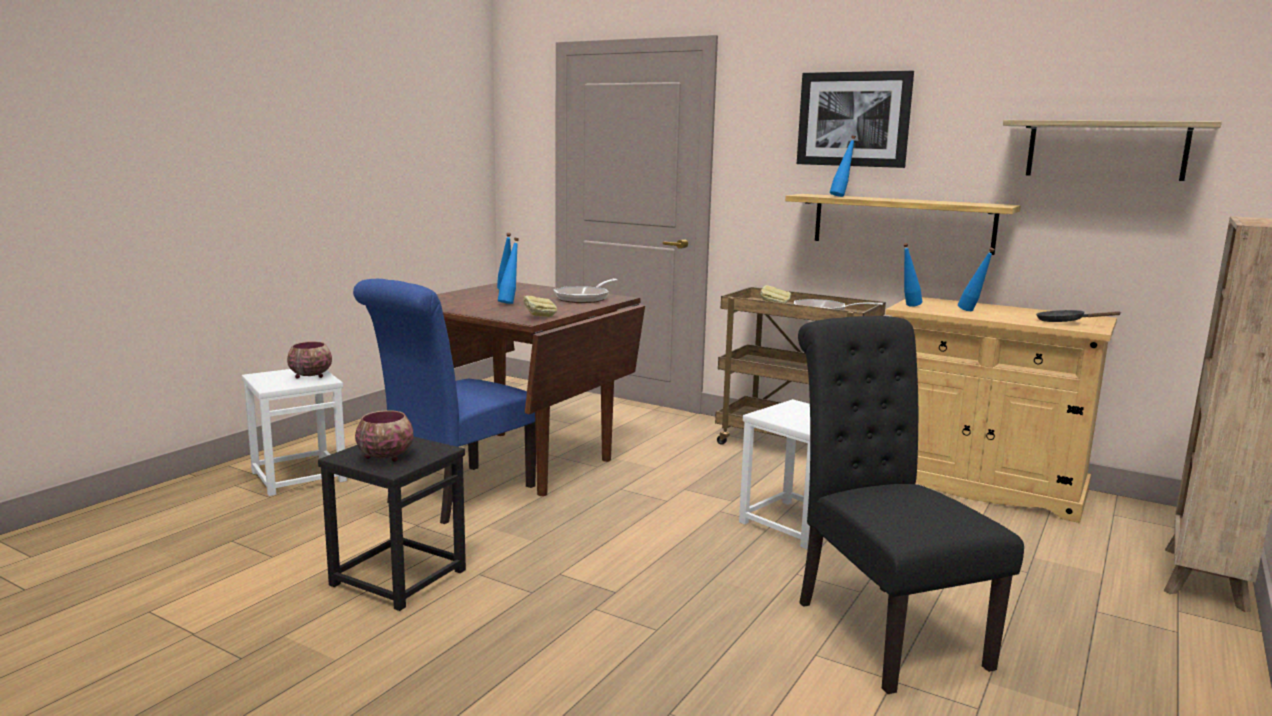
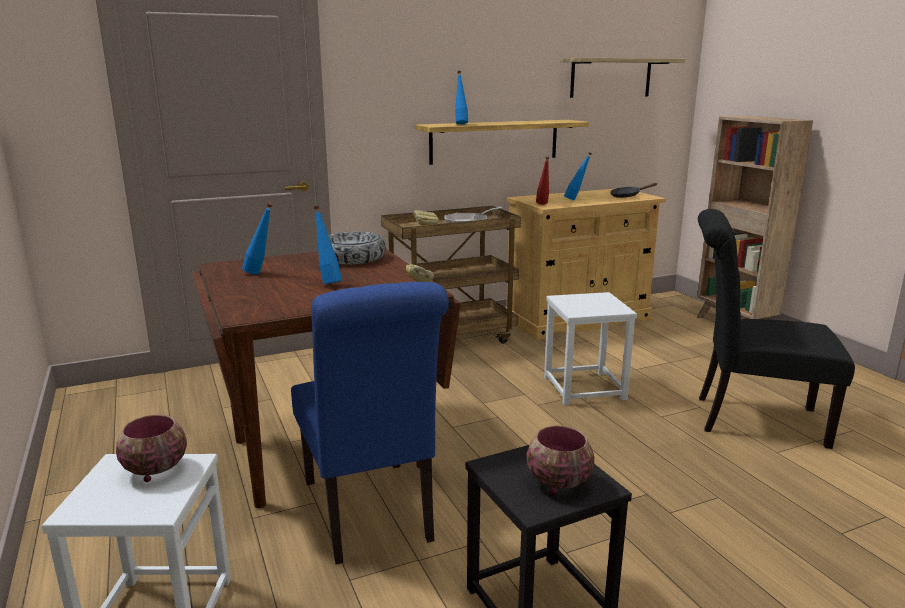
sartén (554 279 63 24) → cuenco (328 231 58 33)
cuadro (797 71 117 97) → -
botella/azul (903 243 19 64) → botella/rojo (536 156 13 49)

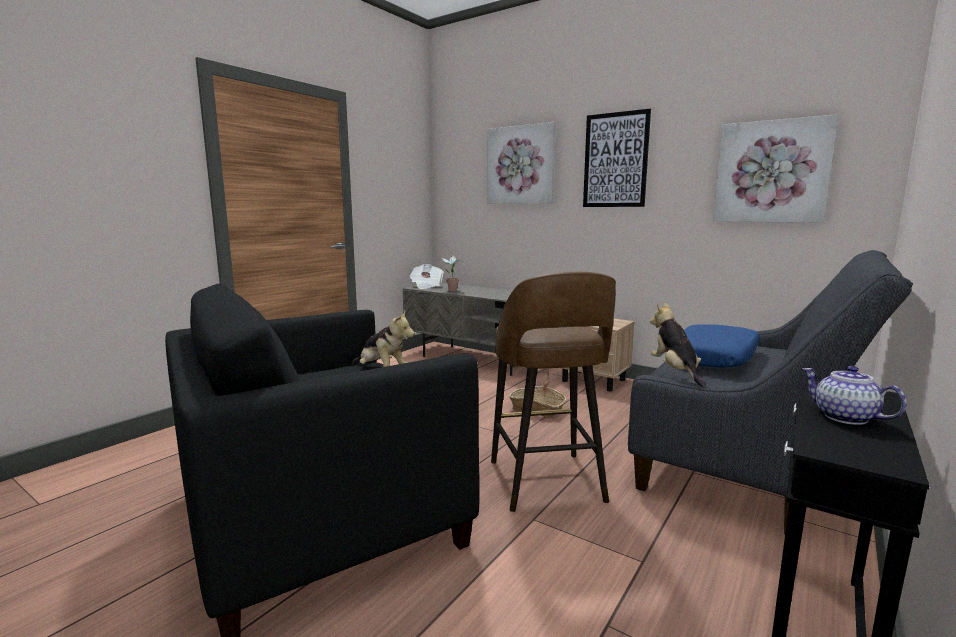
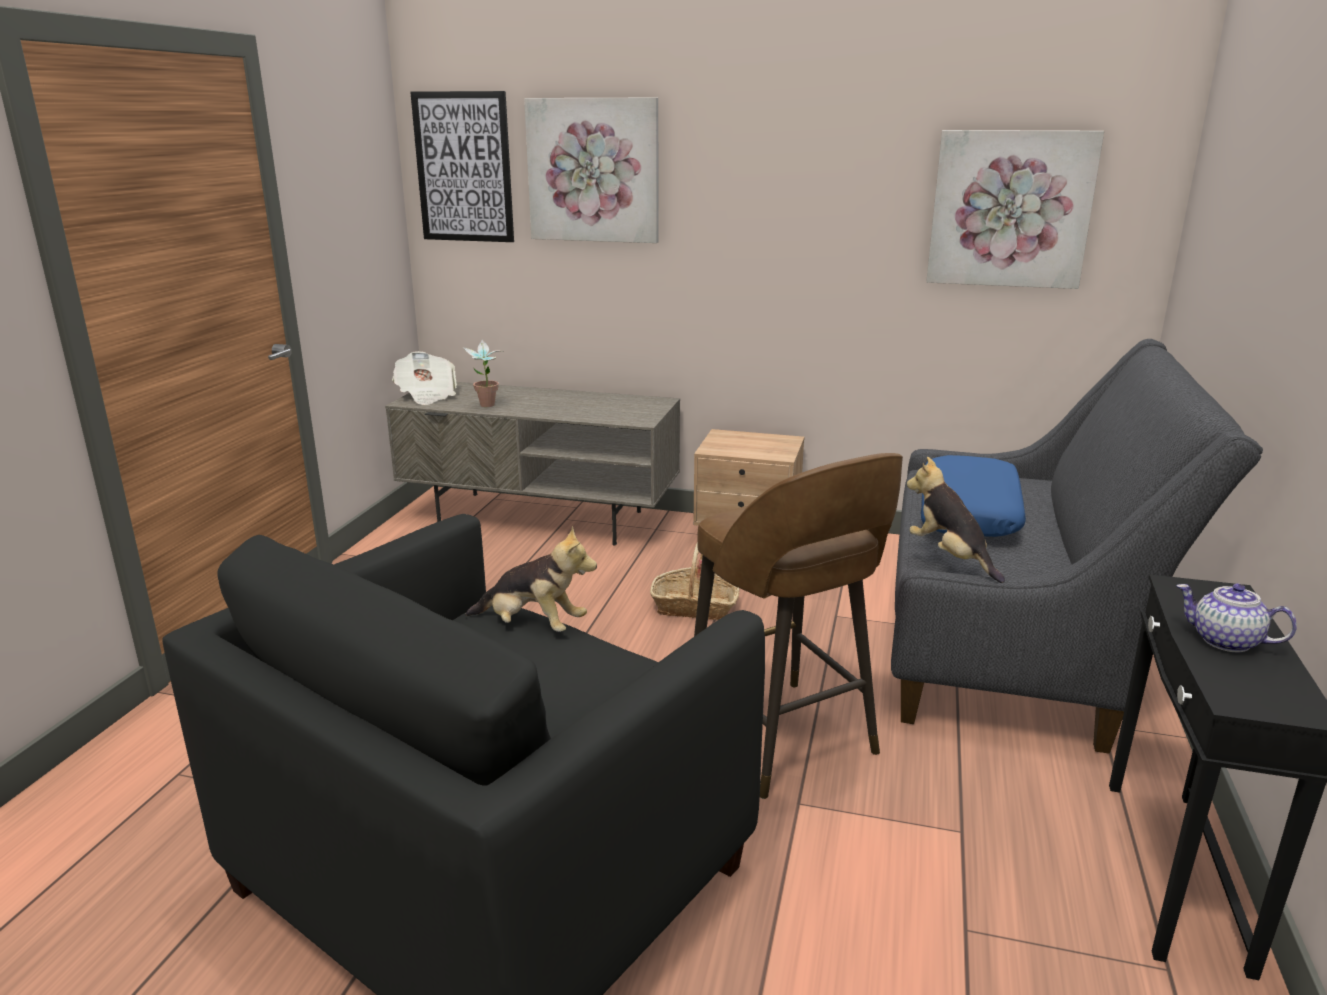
cuadro (583 109 68 98) → cuadro (410 91 104 151), relocated

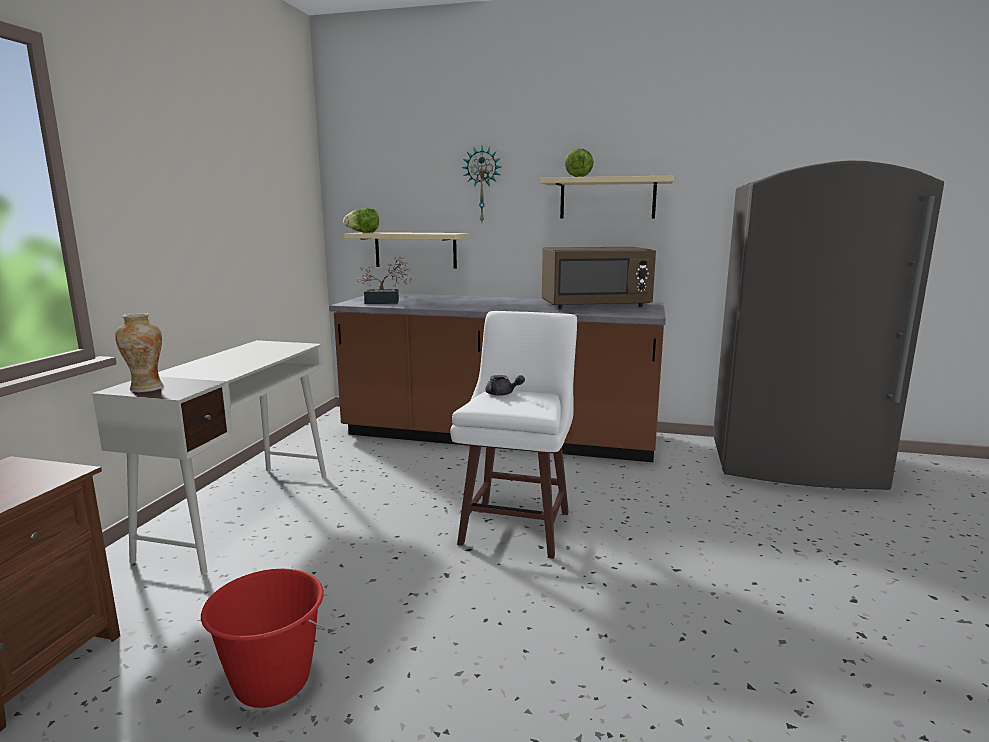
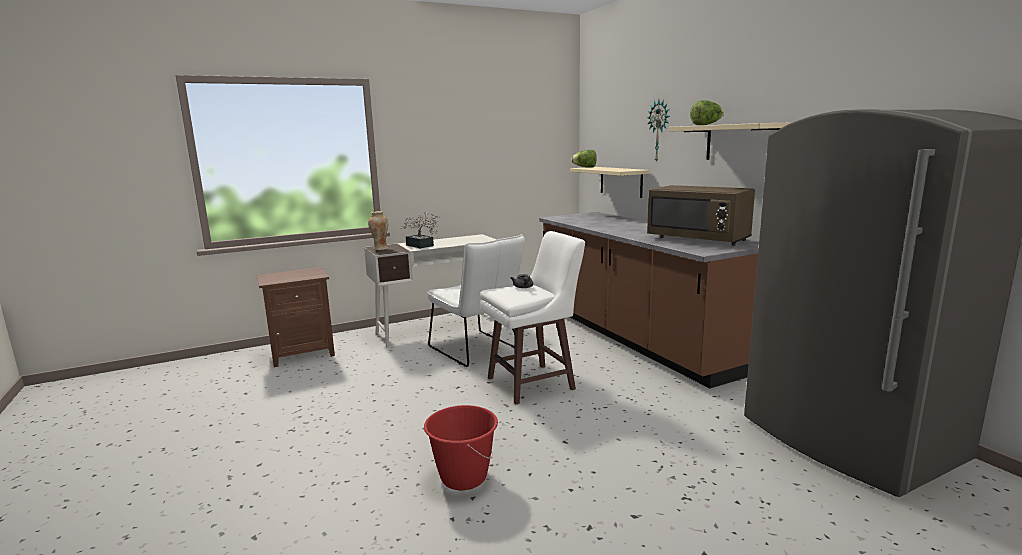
cubo/rojo (201 569 124 139) → cubo/rojo (424 405 74 85), relocated
planta en maceta (355 256 57 48) → planta en maceta (400 212 40 36), relocated
- → silla/blanco (427 234 98 133)

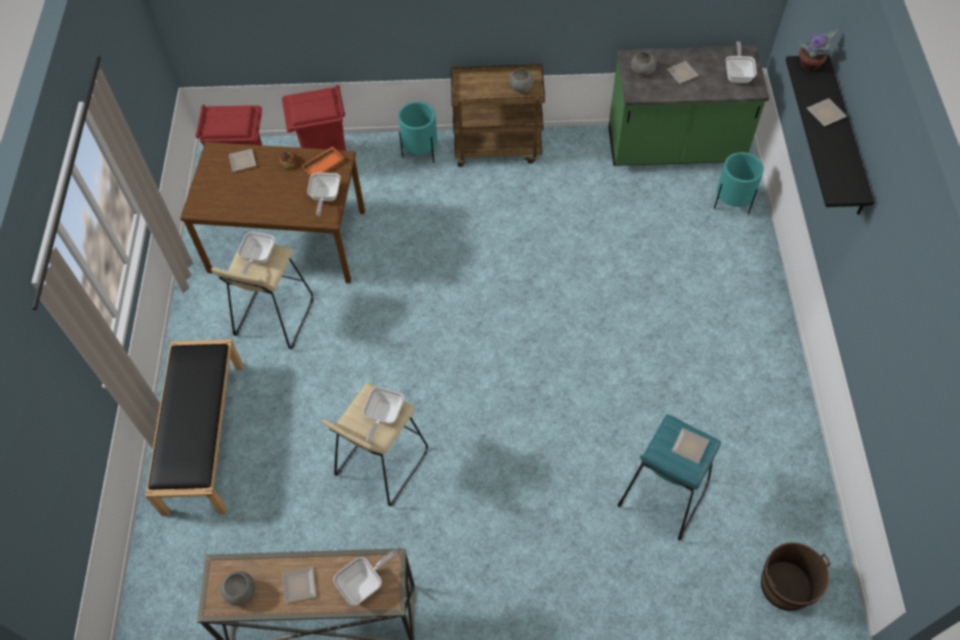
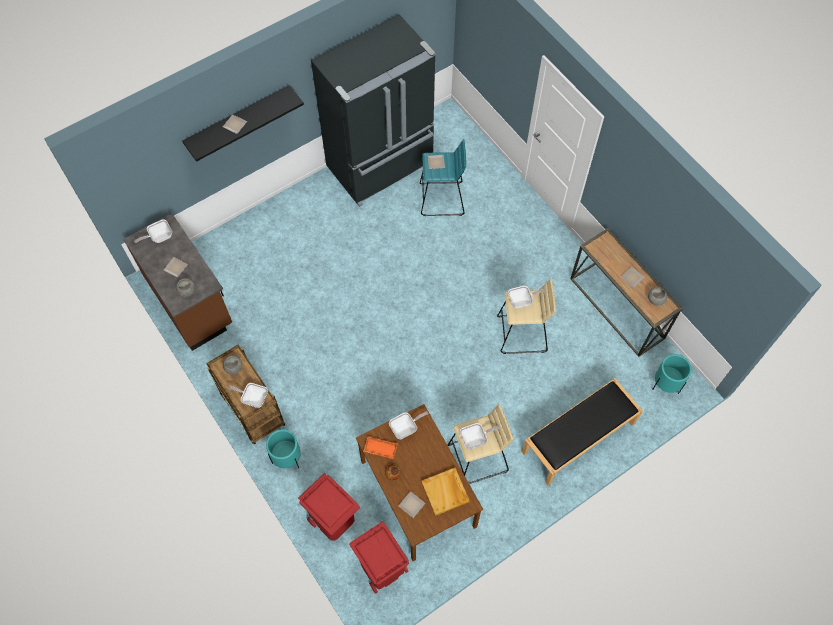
sartén (333 550 65 55) → sartén (228 383 40 25), relocated
mueble bajo de cocina/verde (608 45 161 121) → mueble bajo de cocina/marrón (123 213 109 138)
maceta/turquesa (714 152 50 63) → maceta/turquesa (652 354 40 40), relocated
cubo/marrón (761 542 70 69) → -
planta en maceta (798 26 40 45) → -
- → nevera/negro (311 14 125 193)
- → bandeja/beis (421 468 49 48)

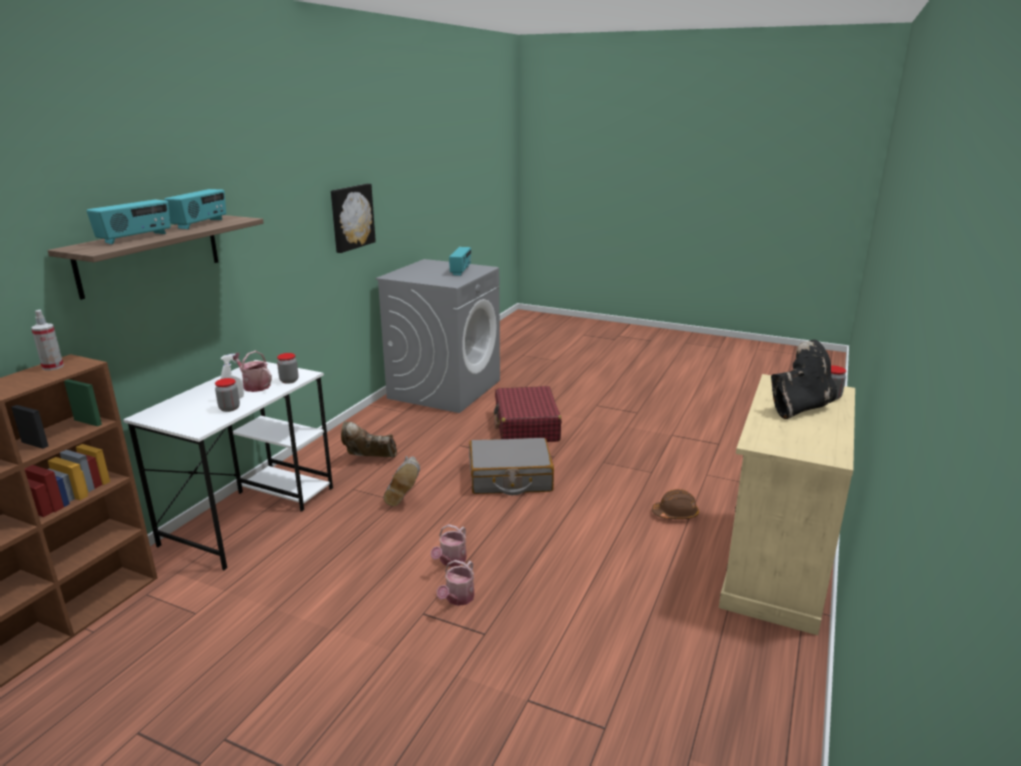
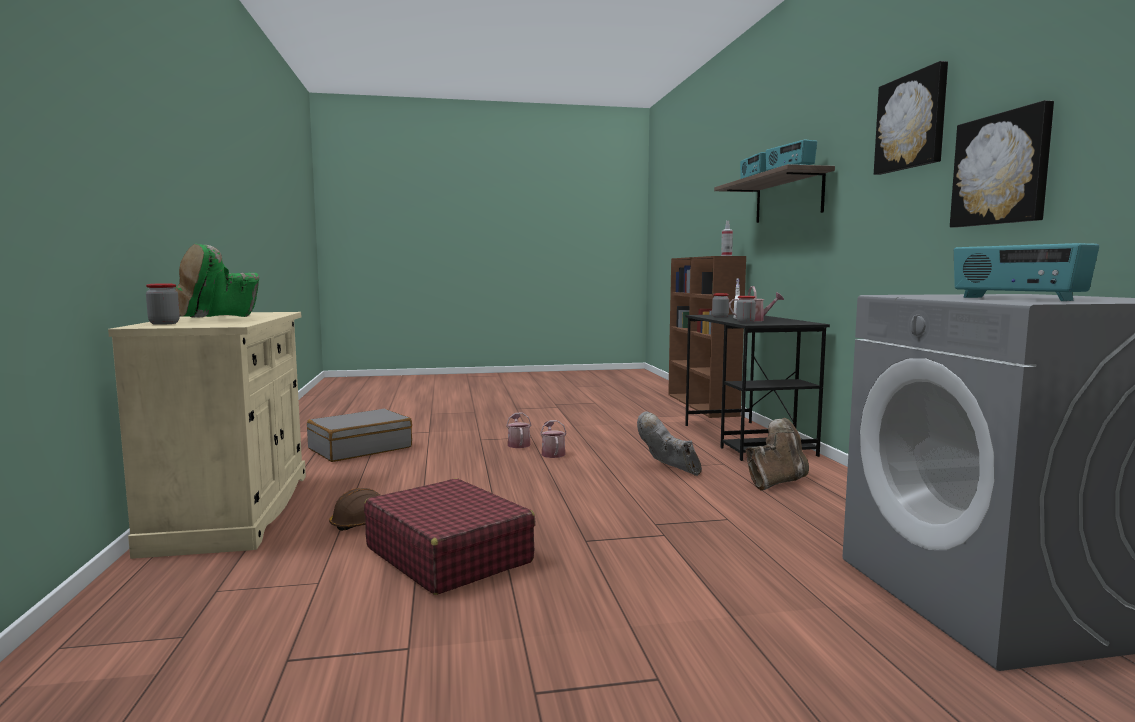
escritorio/blanco (123 360 210 210) → escritorio/negro (685 314 145 147)
maleta/gris (469 438 85 57) → maleta/gris (307 409 105 53), relocated
maleta/rojo (494 386 68 56) → maleta/rojo (364 478 172 117), relocated
bota/negro (771 340 66 79) → bota/verde (175 244 84 74)
- → cuadro (874 61 74 114)

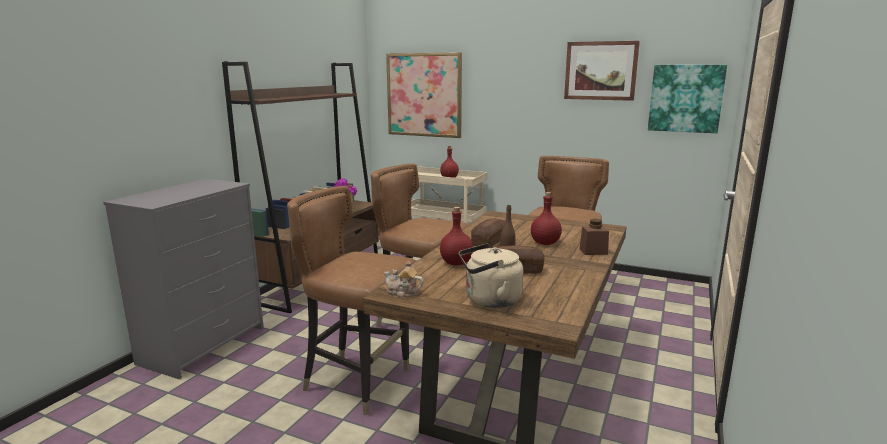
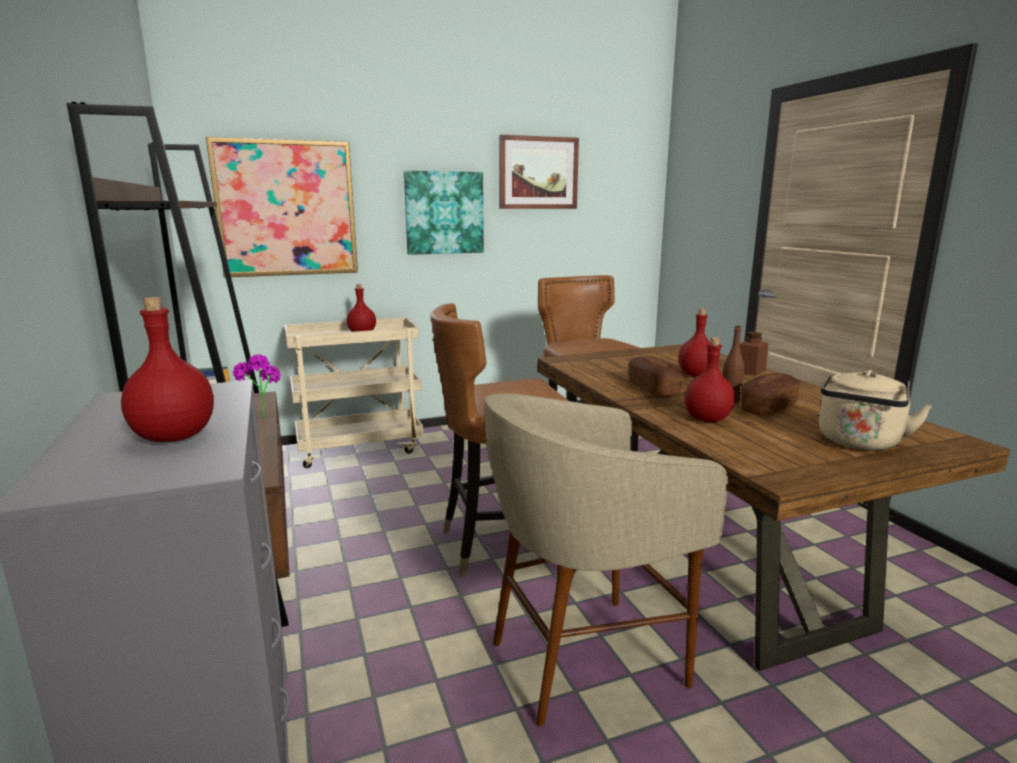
silla/marrón (287 186 129 230) → taburete/beis (484 393 244 333)
tetera (384 261 40 36) → -
cuadro (648 65 79 68) → cuadro (404 171 80 84), relocated
- → botella/rojo (121 297 93 145)

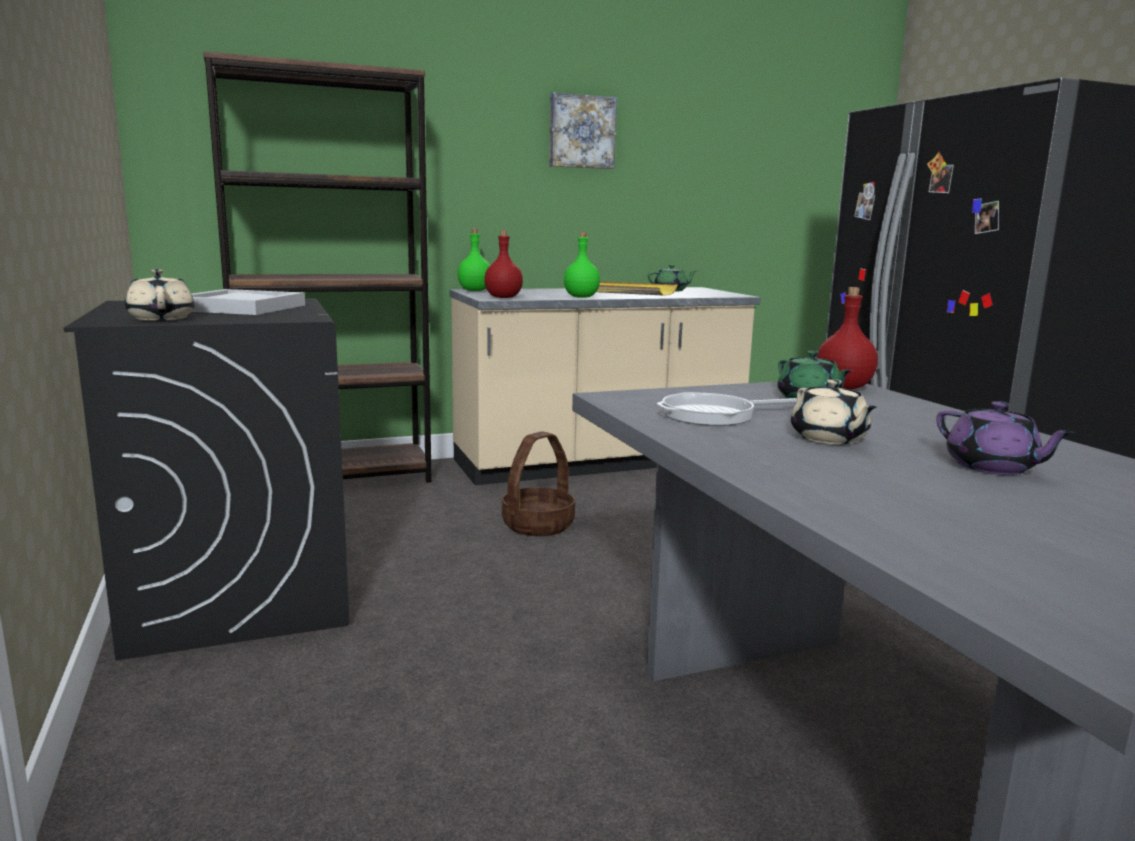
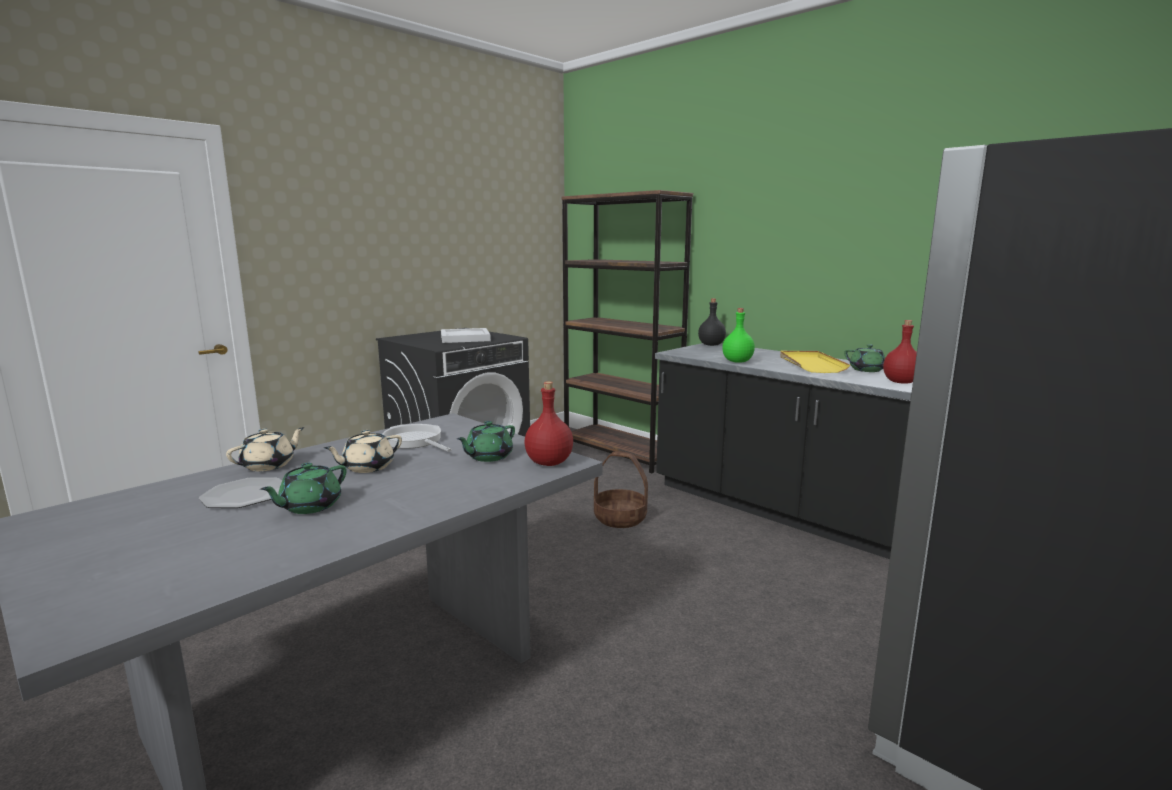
tetera/beis (125 269 70 52) → tetera/beis (226 427 79 44), relocated
mueble bajo de cocina/beis (450 287 311 198) → mueble bajo de cocina/negro (655 343 258 216)
botella/verde (458 229 32 62) → botella/negro (698 299 28 47)
botella/rojo (484 231 39 67) → botella/rojo (883 320 34 64), relocated
cuadro (549 92 68 77) → -
tetera/morado (936 401 140 74) → tetera/verde (260 463 87 51)
- → plato (199 477 83 31)

